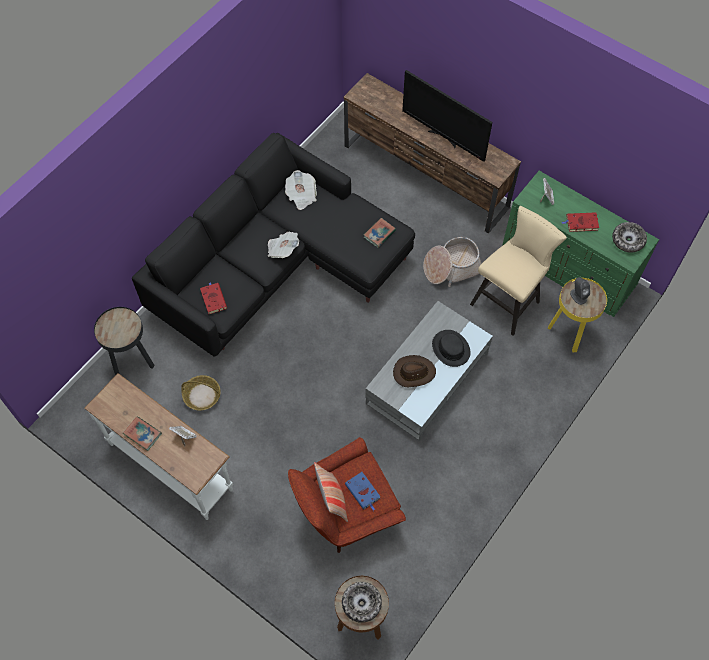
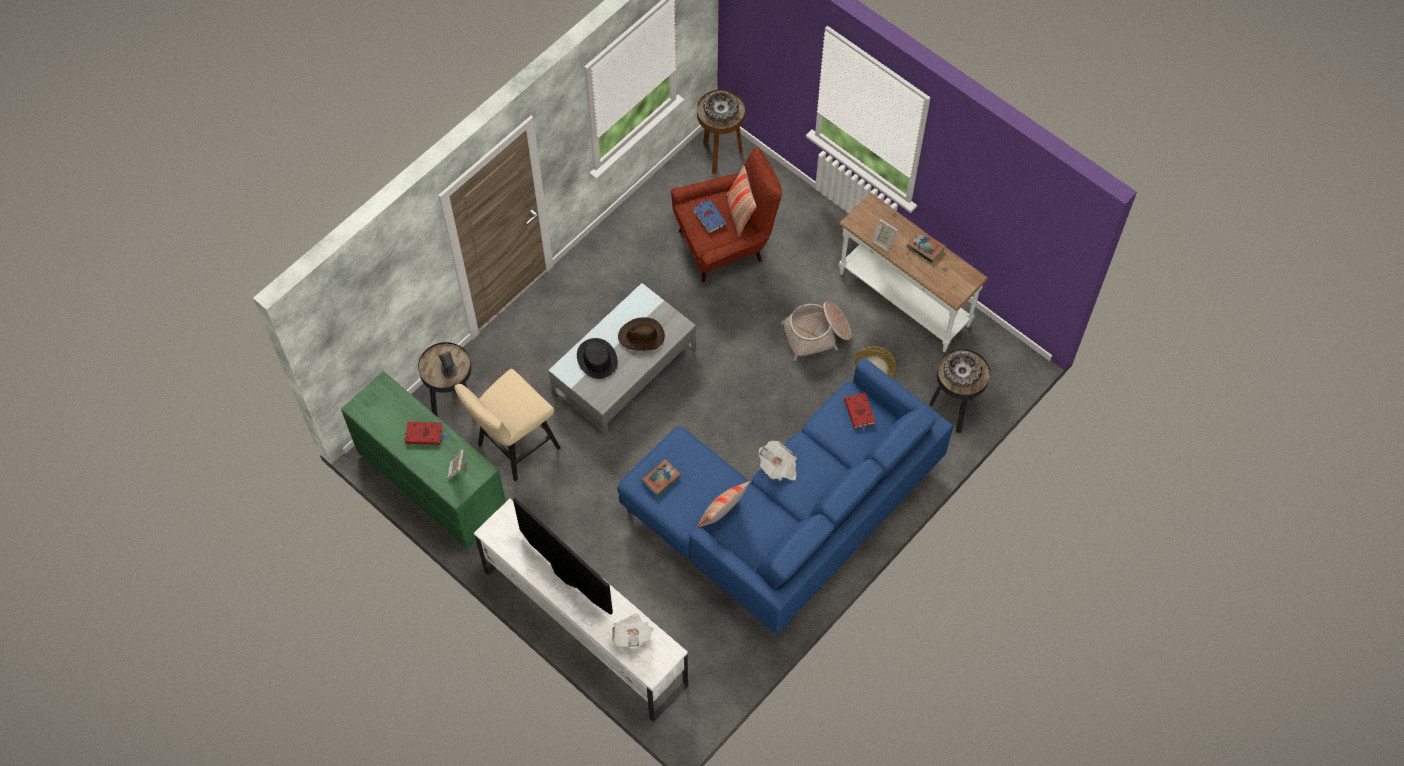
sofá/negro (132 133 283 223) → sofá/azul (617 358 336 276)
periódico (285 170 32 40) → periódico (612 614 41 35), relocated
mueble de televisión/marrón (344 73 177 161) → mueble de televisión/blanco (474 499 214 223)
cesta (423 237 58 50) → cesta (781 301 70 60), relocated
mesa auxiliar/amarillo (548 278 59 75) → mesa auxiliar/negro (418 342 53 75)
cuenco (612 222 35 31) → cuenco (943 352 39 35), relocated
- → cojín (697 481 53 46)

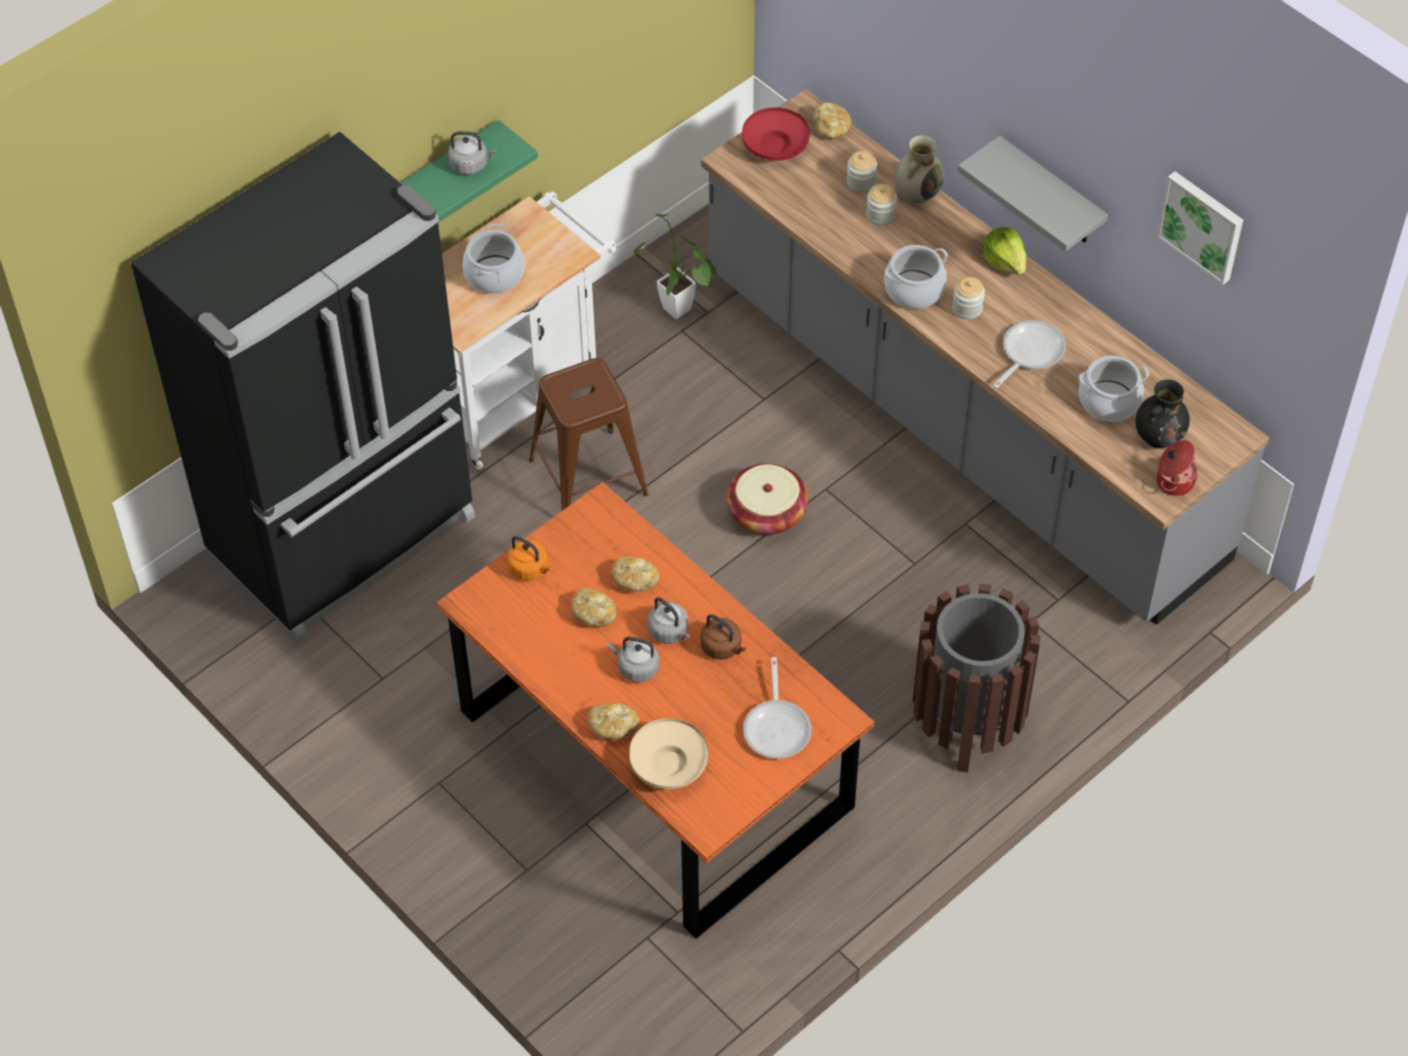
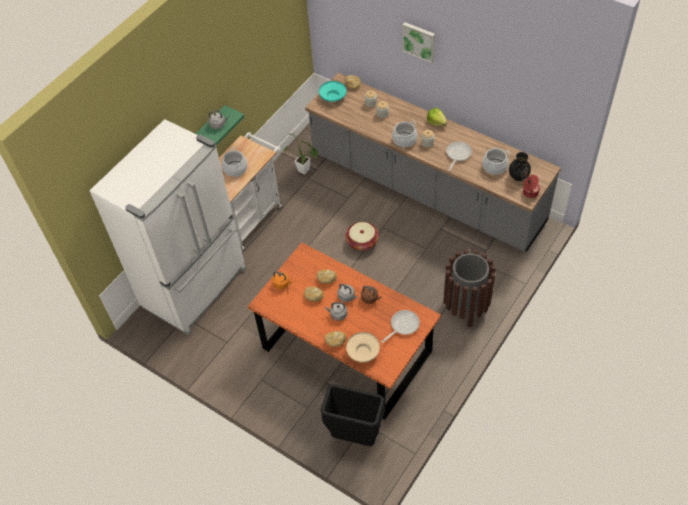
nevera/negro (131 132 344 510) → nevera/blanco (89 119 158 216)
taburete/marrón (529 358 119 153) → -
cuenco/rojo (742 107 68 54) → cuenco/turquesa (319 81 27 21)
sartén (743 657 69 102) → sartén (381 310 39 33), 120 degrees counterclockwise
florero/beis (894 135 50 68) → -
estante/gris (957 135 151 117) → -
cuadro (1156 171 87 114) → cuadro (402 22 33 41), relocated
- → papelera/negro (321 384 64 62)

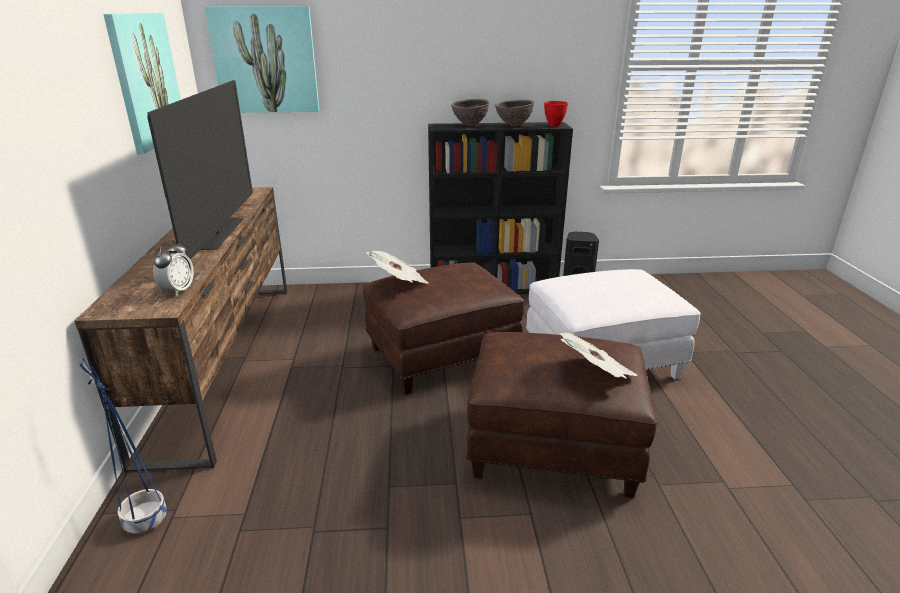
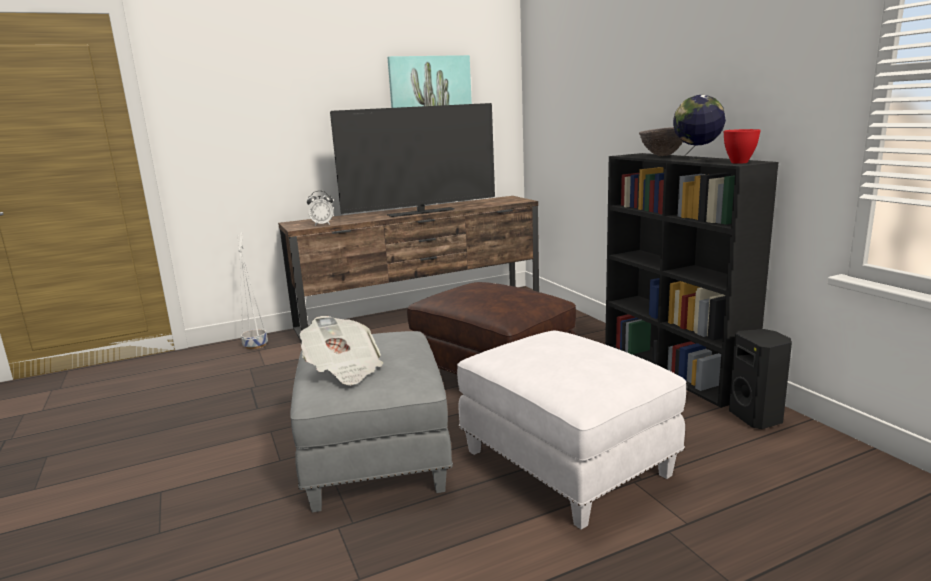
maceta/azul (79 358 88 176) → maceta/blanco (237 233 31 116)
cuadro (204 6 115 107) → -
periódico (366 251 62 33) → -
puf/marrón (466 332 191 166) → puf/gris (290 331 163 181)
cuenco/marrón (495 100 39 26) → globo terráqueo (673 95 53 65)

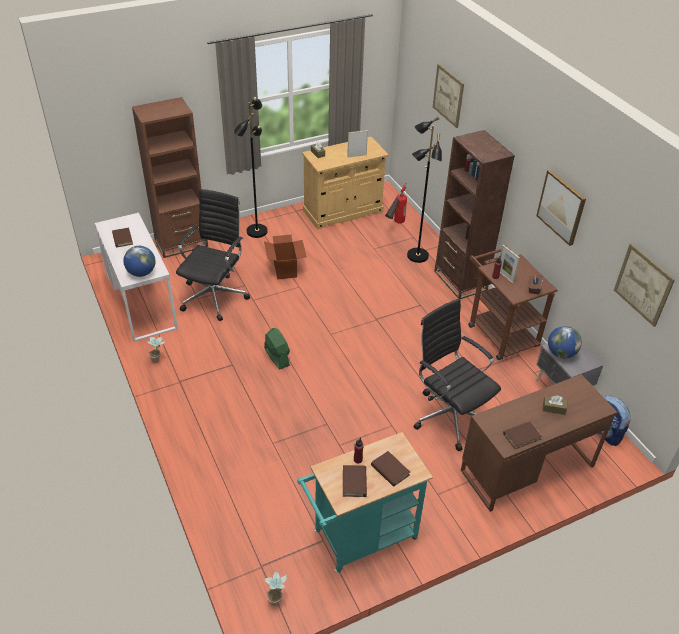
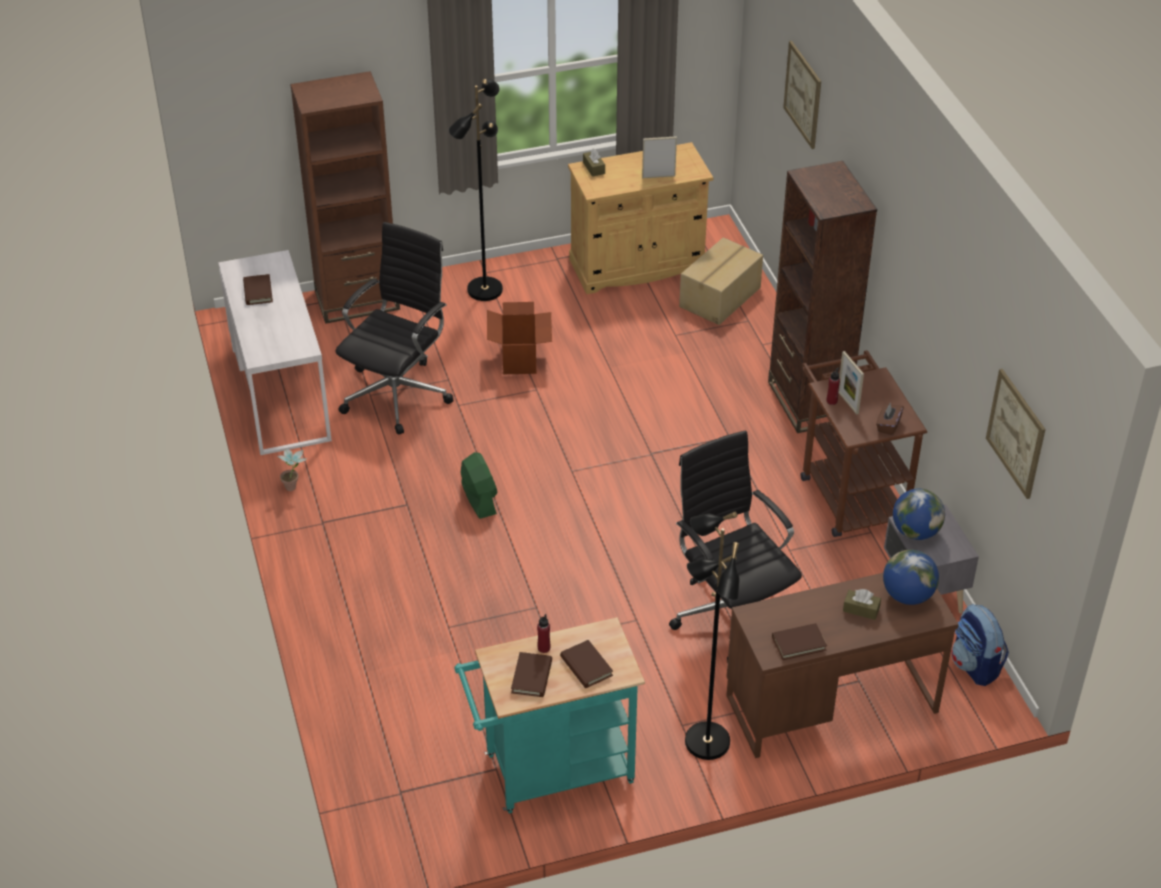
globo terráqueo (123 246 32 31) → globo terráqueo (883 550 56 55), relocated
planta en maceta (264 570 23 36) → -
extintor (385 183 22 40) → caja de cartón (679 237 84 88)
lámpara de pie/negro (407 117 35 146) → lámpara de pie/negro (685 512 55 248), relocated
cuadro (536 169 50 77) → -

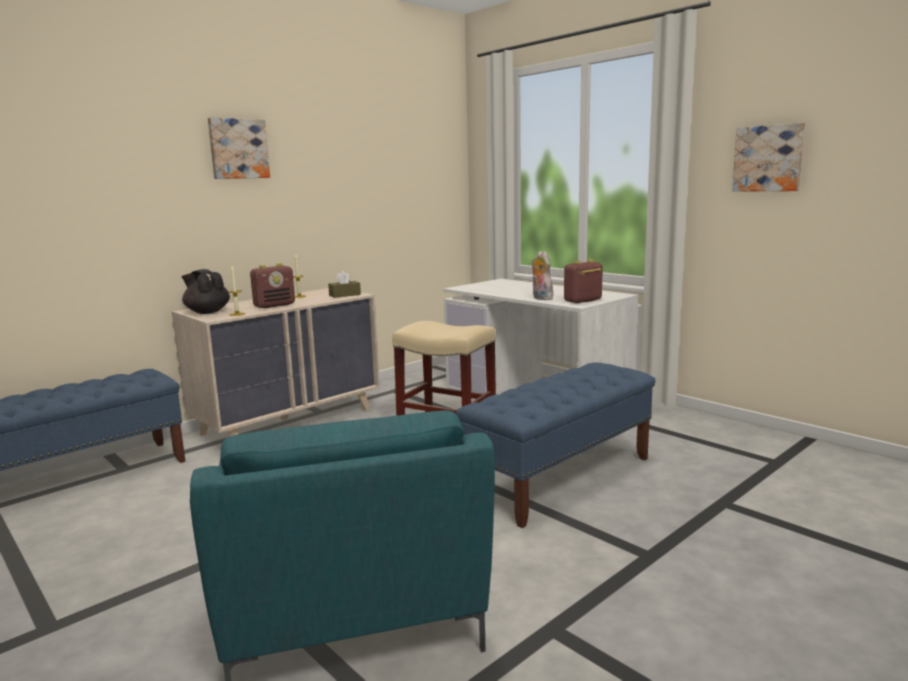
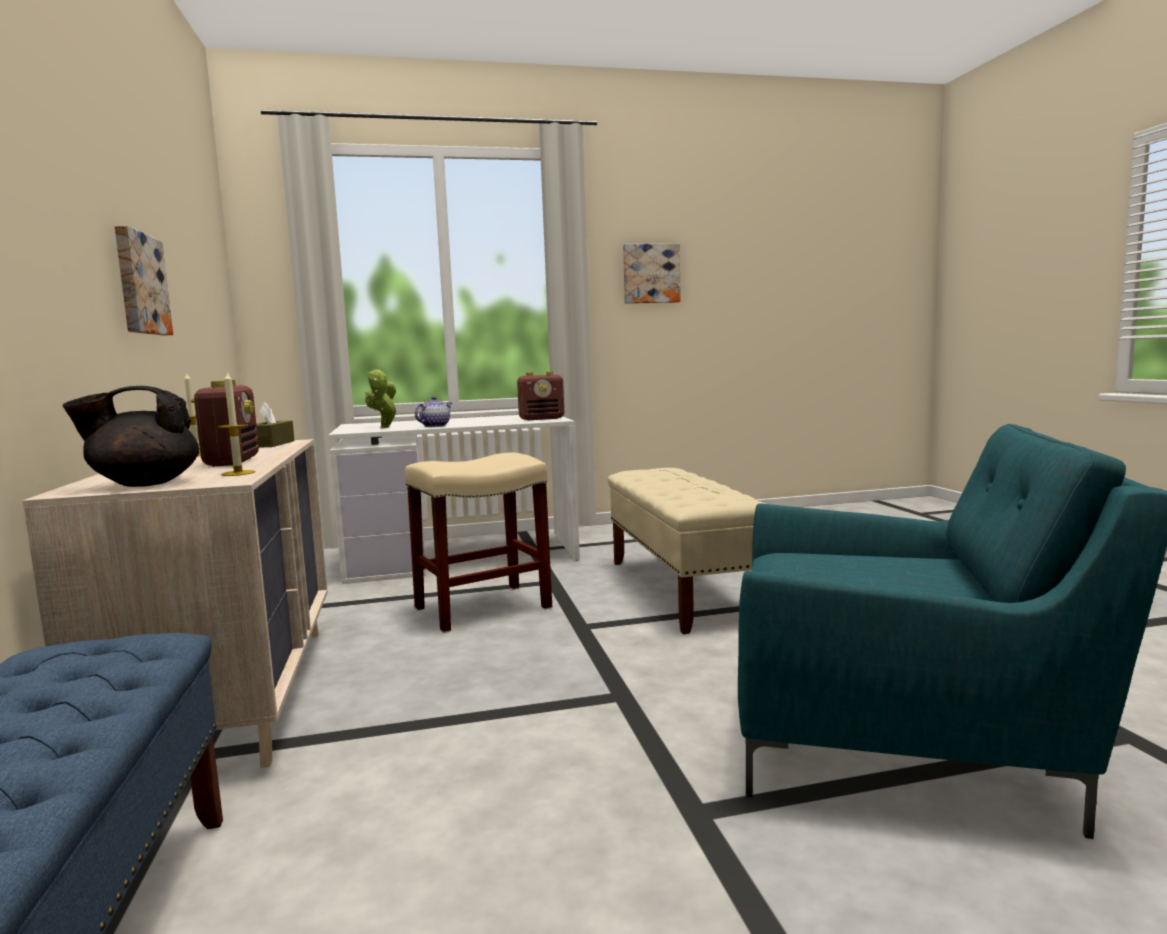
cuadro (208 117 62 62) → cuadro (114 225 59 111), relocated
banco/azul (456 362 200 166) → banco/beis (608 468 158 166)
peluche (532 251 21 49) → -
radio (564 259 39 44) → radio (517 371 47 49), 105 degrees counterclockwise
- → planta en maceta (365 368 33 60)
- → tetera (415 397 37 30)

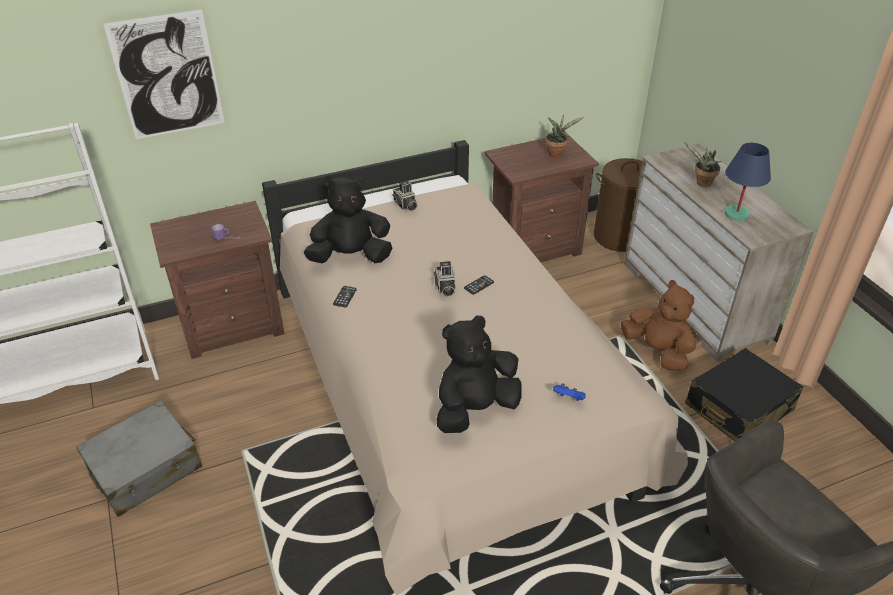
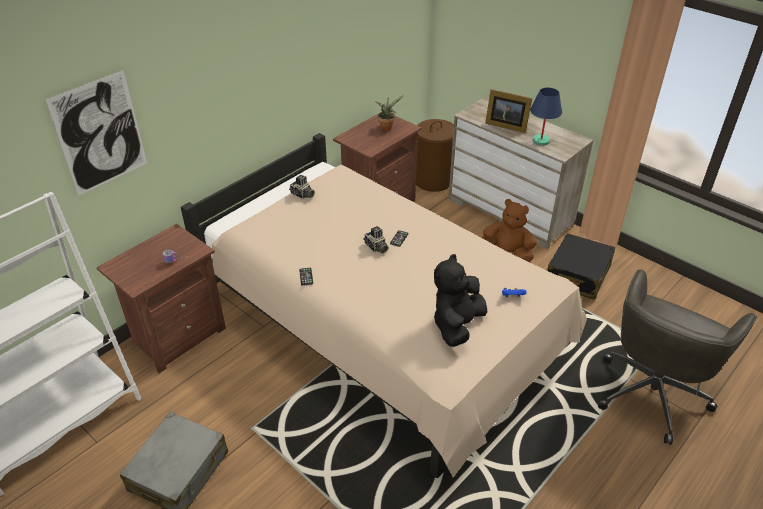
peluche/negro (304 176 88 88) → -
planta en maceta (684 142 37 45) → portarretratos (485 89 47 44)

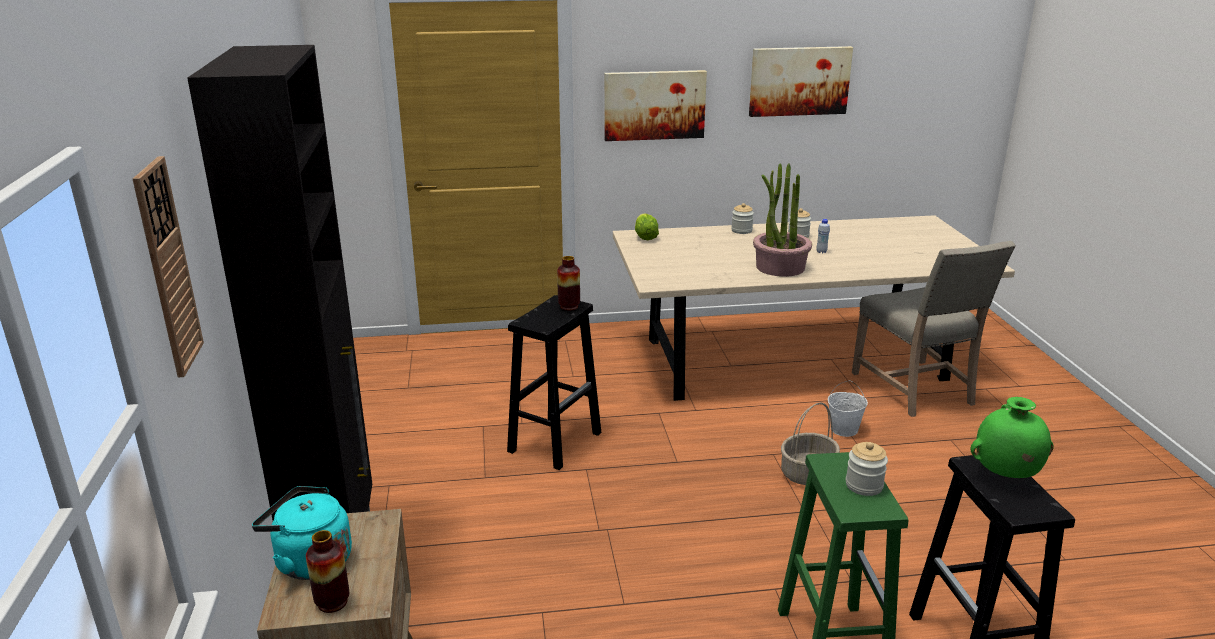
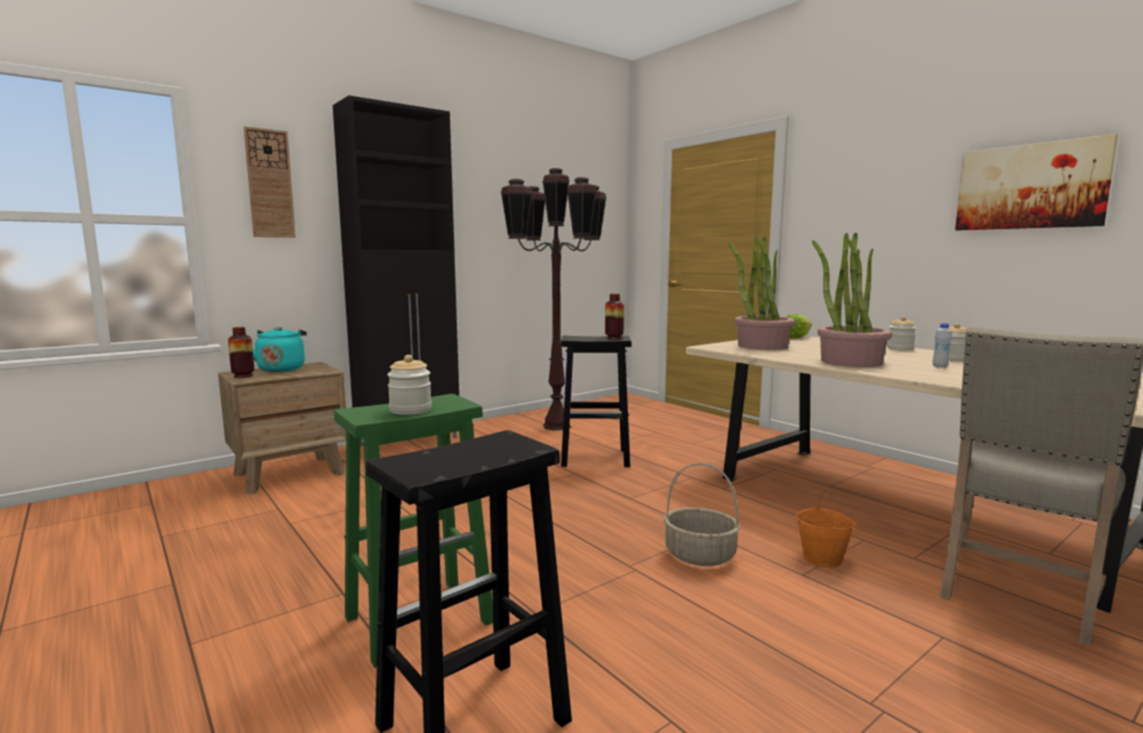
cuadro (604 70 103 71) → -
cubo/blanco (828 380 40 57) → cubo/naranja (796 489 60 79)
florero/verde (970 397 84 81) → -
- → lámpara de pie/marrón (501 168 106 262)
- → planta en maceta (729 236 66 114)

